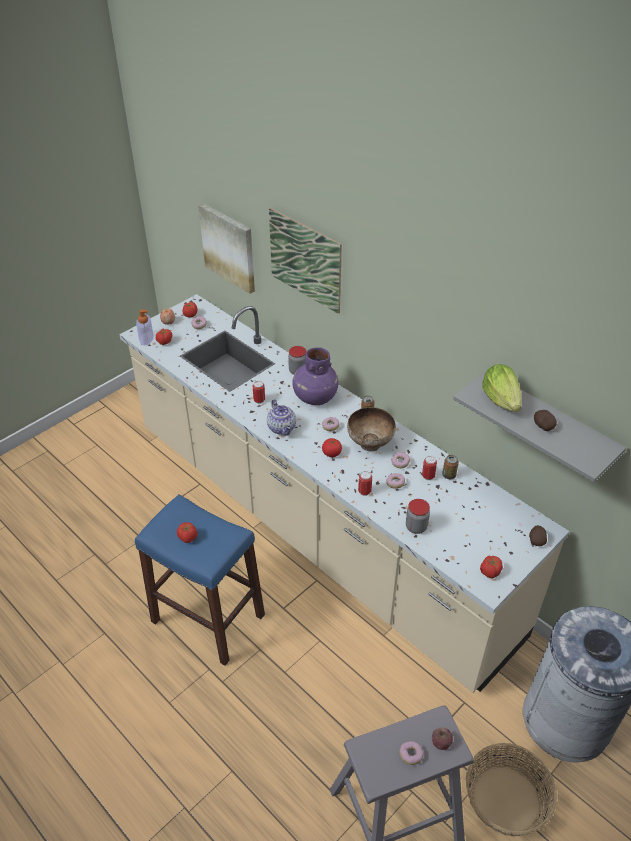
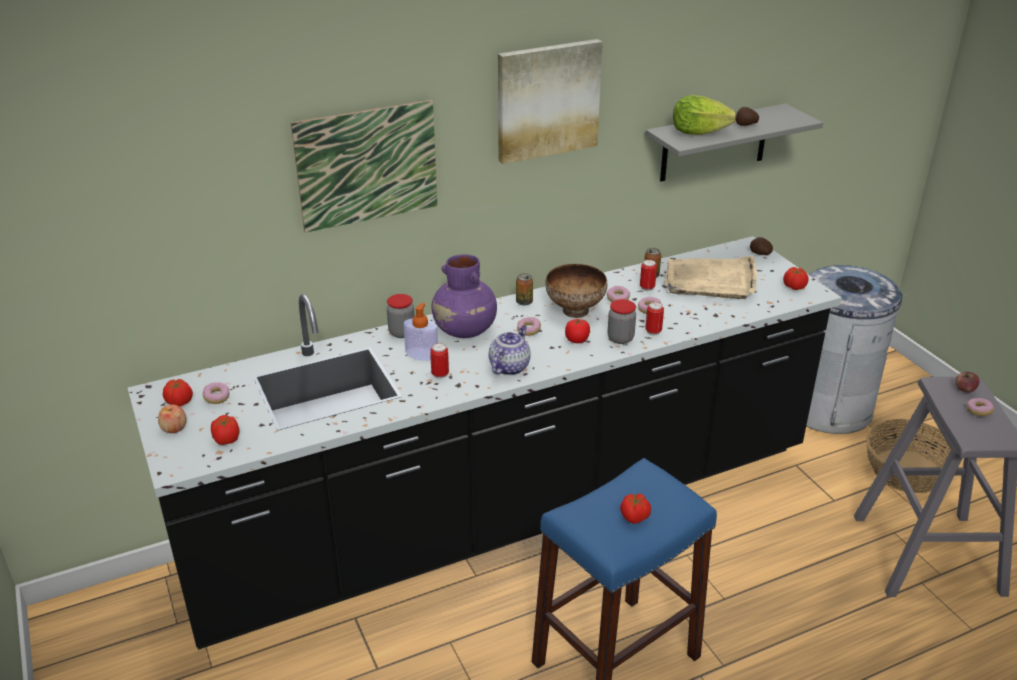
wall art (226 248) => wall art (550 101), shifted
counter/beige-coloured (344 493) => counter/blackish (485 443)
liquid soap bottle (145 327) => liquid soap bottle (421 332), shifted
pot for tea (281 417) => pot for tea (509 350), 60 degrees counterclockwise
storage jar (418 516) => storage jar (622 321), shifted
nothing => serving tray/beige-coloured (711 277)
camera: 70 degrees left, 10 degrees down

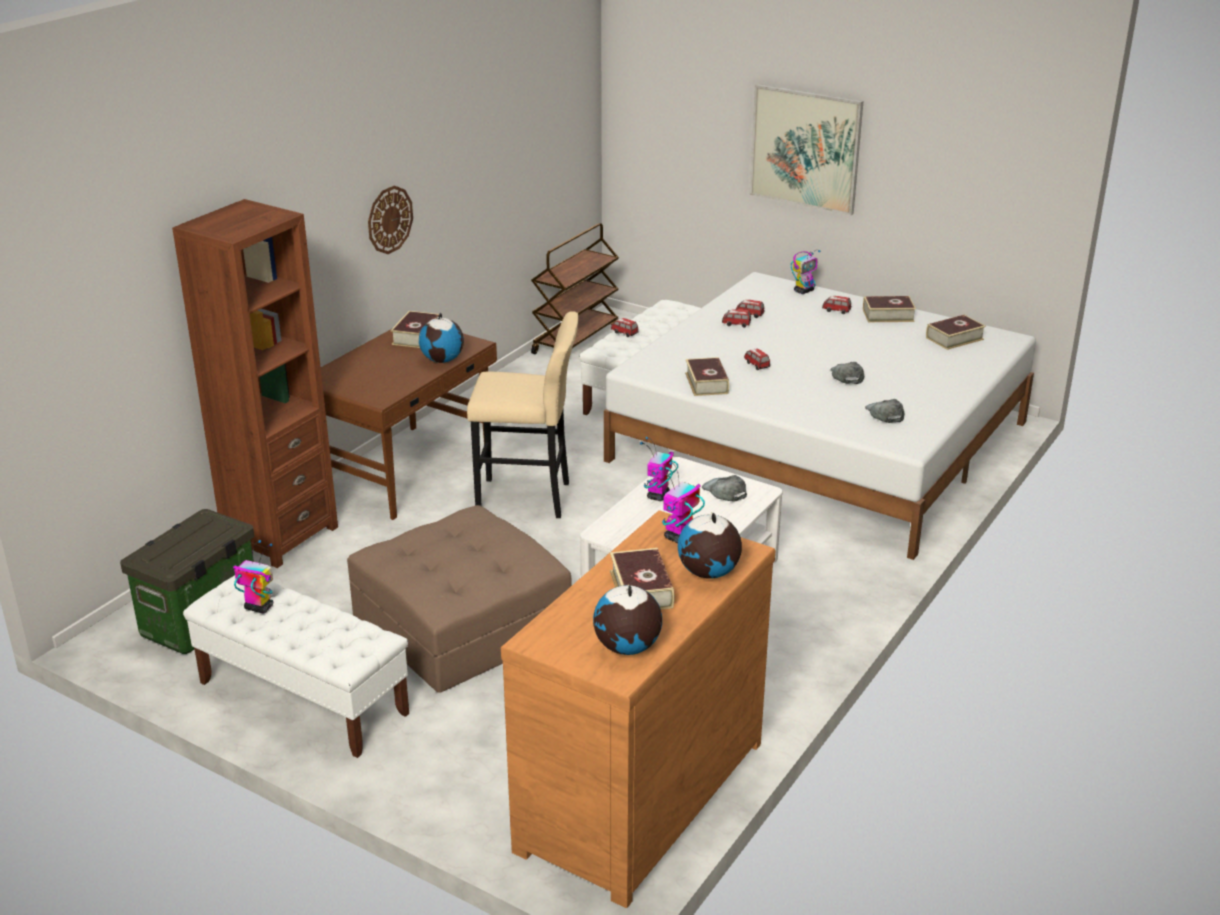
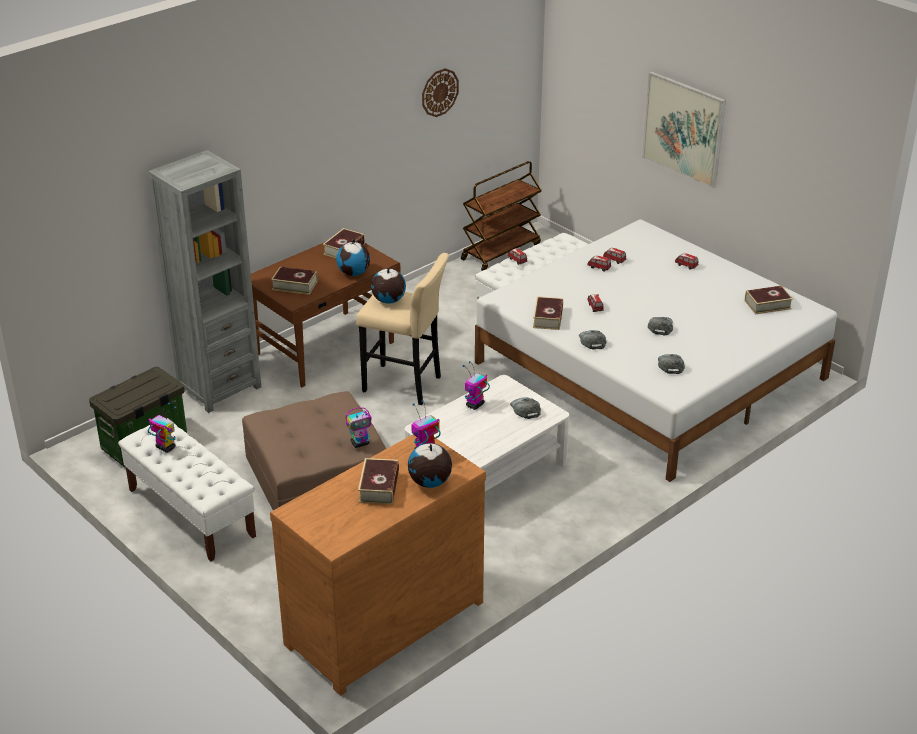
hanging clock (390 220) => hanging clock (440 92), shifted
bookcase/brown-coloured (255 383) => bookcase/grey (204 281)
model robot (806 272) => model robot (359 427), shifted
bound book (889 309) => bound book (294 280), shifted
world globe (627 619) => world globe (388 286), shifted
nothing => cap/grey (592 339)
camera: 15 degrees right, 5 degrees up

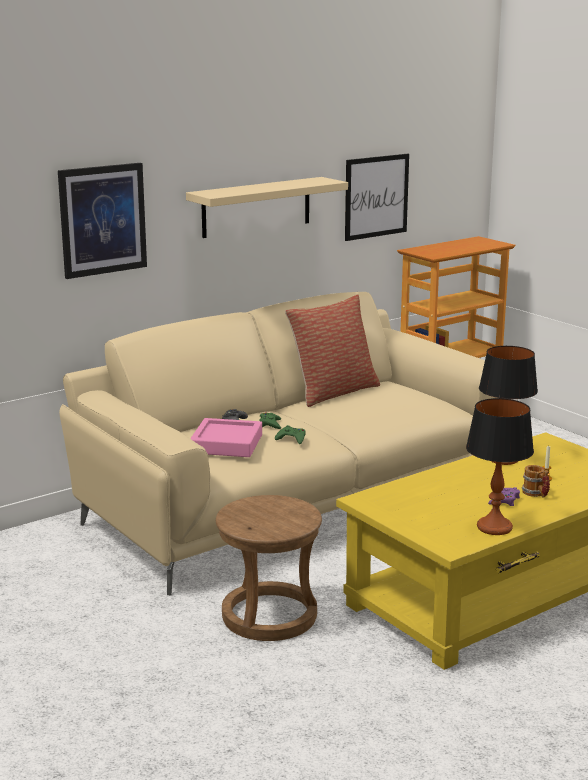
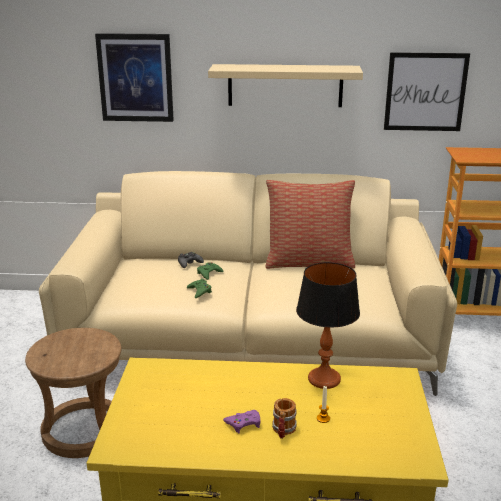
lamp for a table (500 466) => nothing
serving tray/pink (226 437) => nothing
camera: 40 degrees right, 5 degrees up

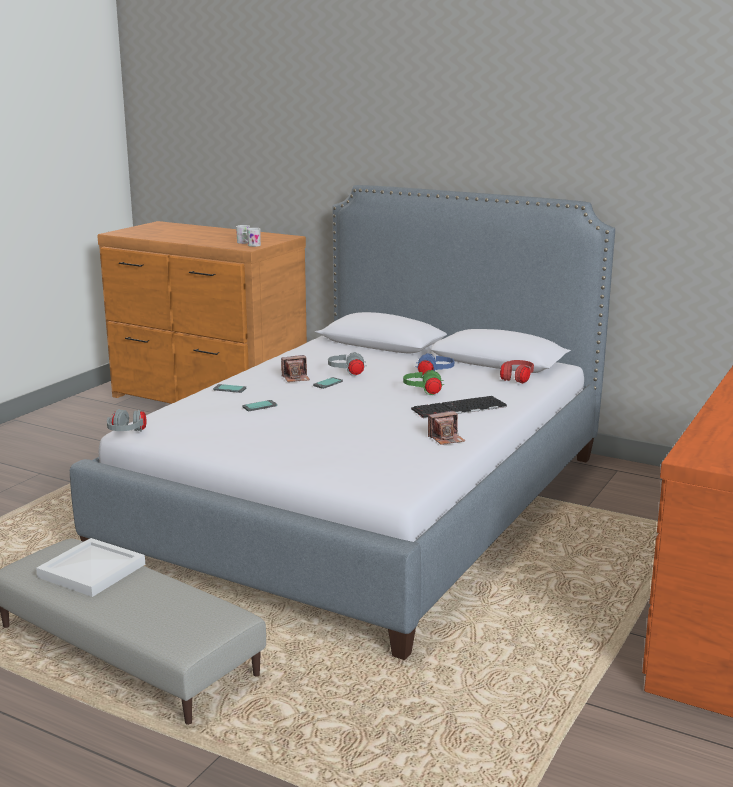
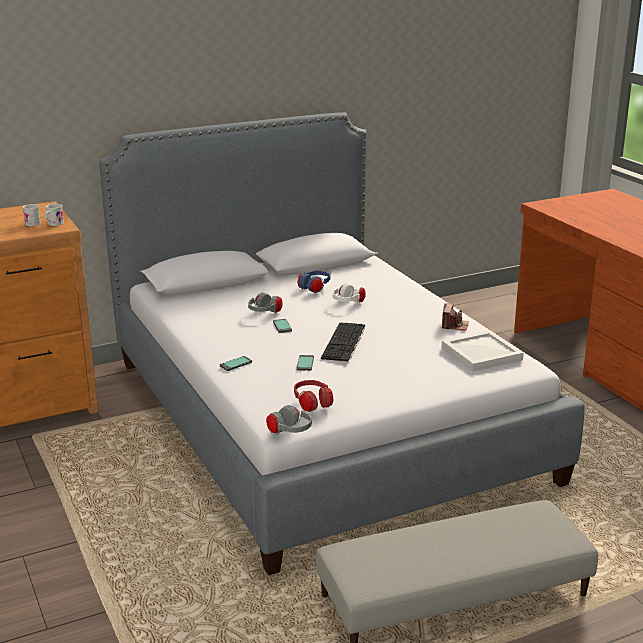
still camera (295 368) => nothing
pair of headphones/red (517 372) => pair of headphones/red (313 396), shifted
pair of headphones/green-coloured (423 382) => pair of headphones/whitish (349 293)
computer keyboard (459 407) => computer keyboard (343 342), shifted
serving tray/whitish (90 567) => serving tray/whitish (483 351), shifted
camera: 55 degrees left, 5 degrees up

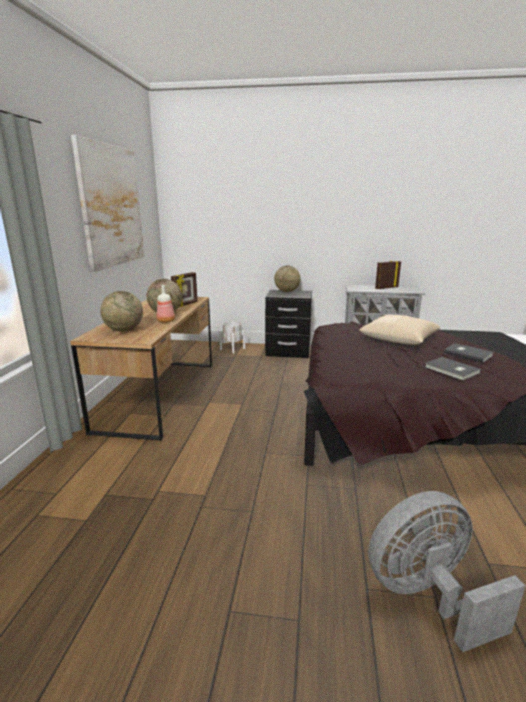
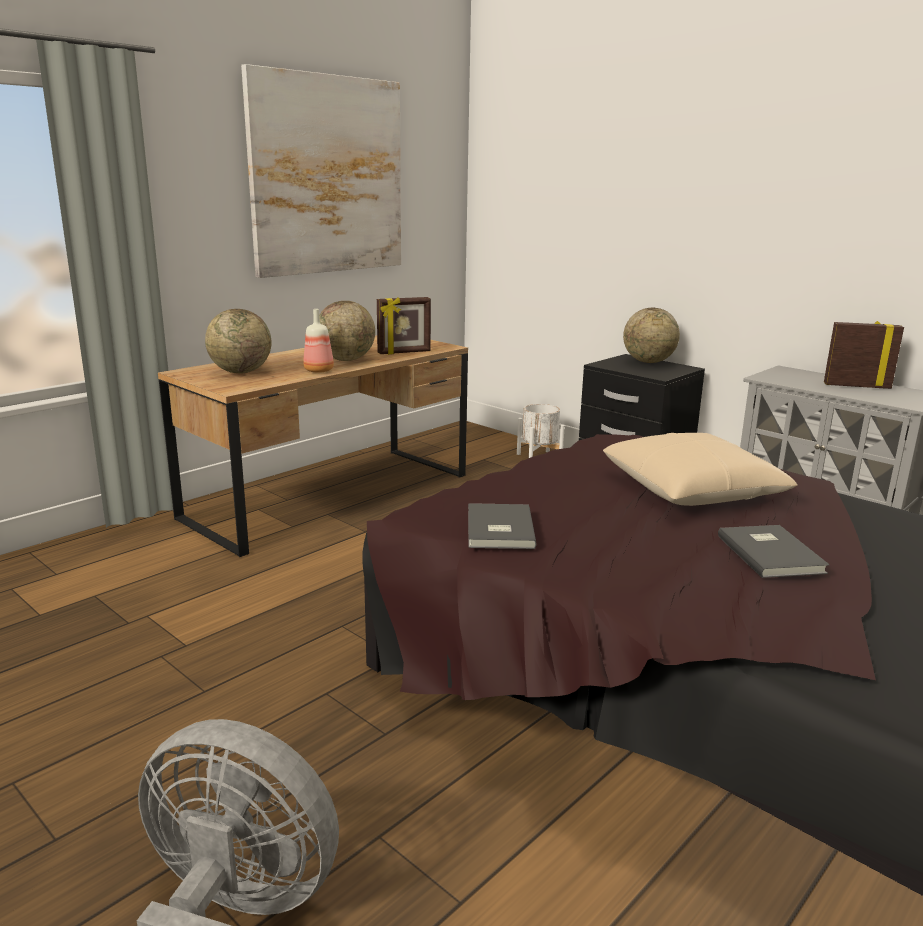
bound book/grey (453 368) => bound book/grey (502 526), shifted
camera: 35 degrees right, 0 degrees up

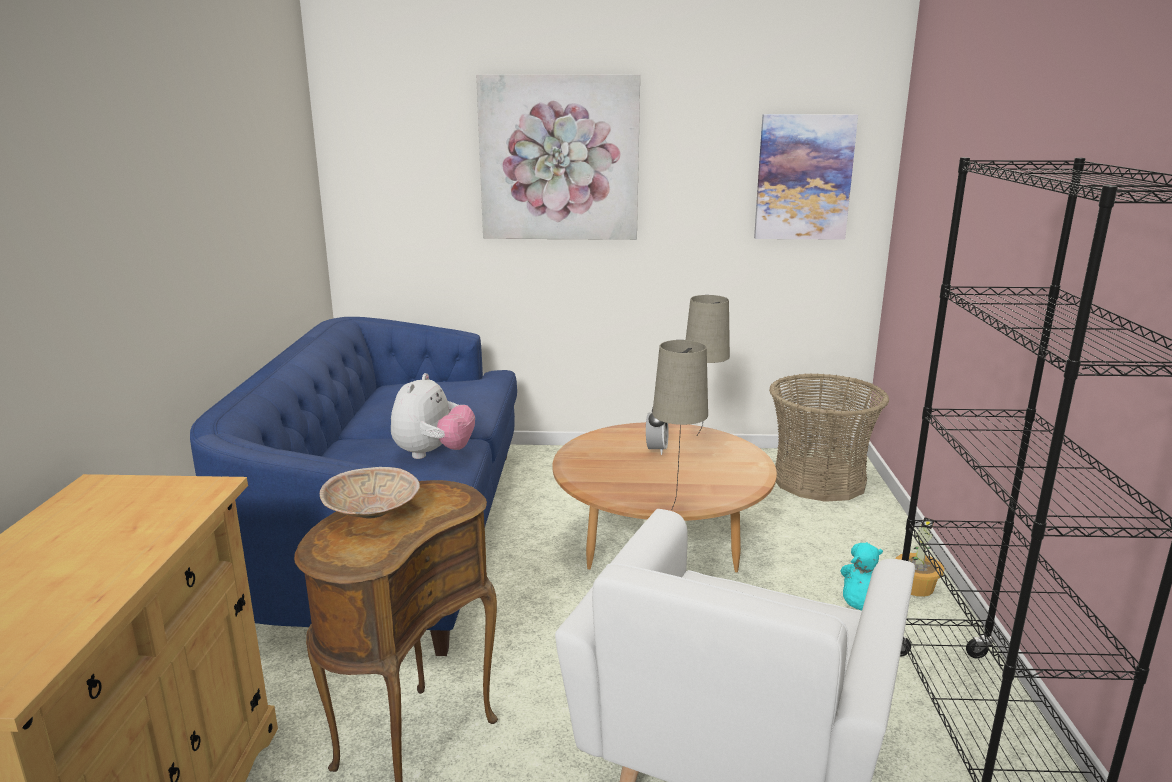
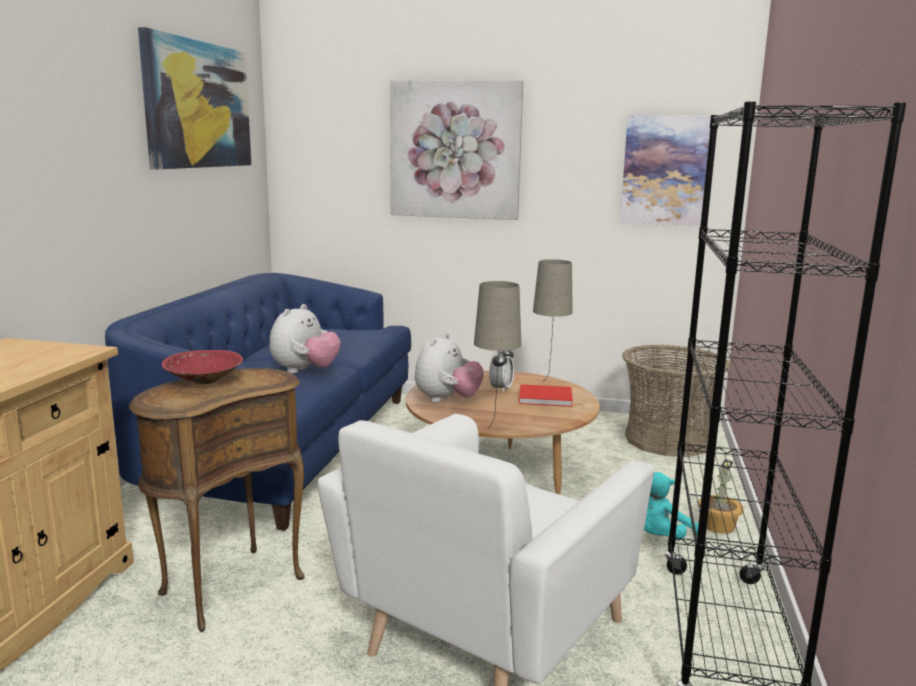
serving bowl/beige-coloured (370 493) => serving bowl/red (202 367)
nothing => wall art (194 98)
nothing => cuddly toy (449 368)
nothing => bound book/red (546 395)
camera: 10 degrees right, 5 degrees down

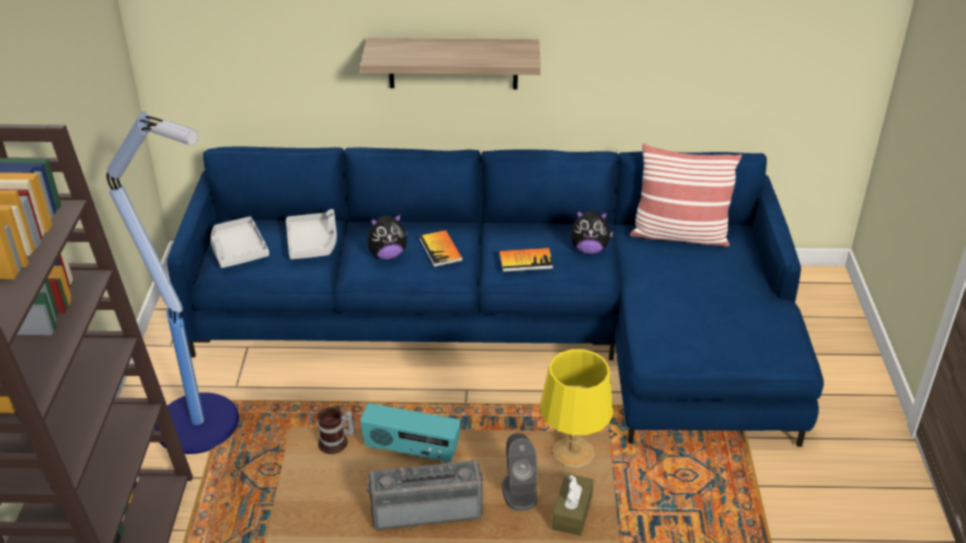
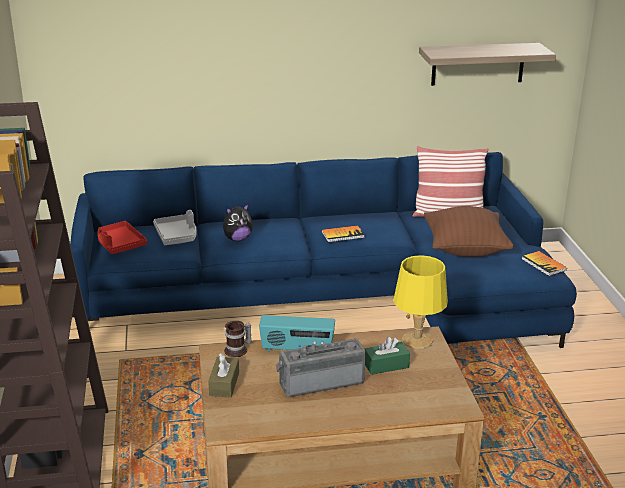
wall shelf (450 63) => wall shelf (487 64), shifted
standing lamp (173 283) => nothing
cuddly toy (592 232) => nothing
serving tray/grey (240 242) => serving tray/red (122 237)
bound book (441 248) => bound book (544 263), shifted
speaker/grey (520 472) => tissue box/green-coloured (387 356)
tissue box/brown-coloured (573 504) => tissue box/brown-coloured (223 375), shifted
nothing => cushion/brown-coloured (469 231)
camera: 10 degrees left, 10 degrees down

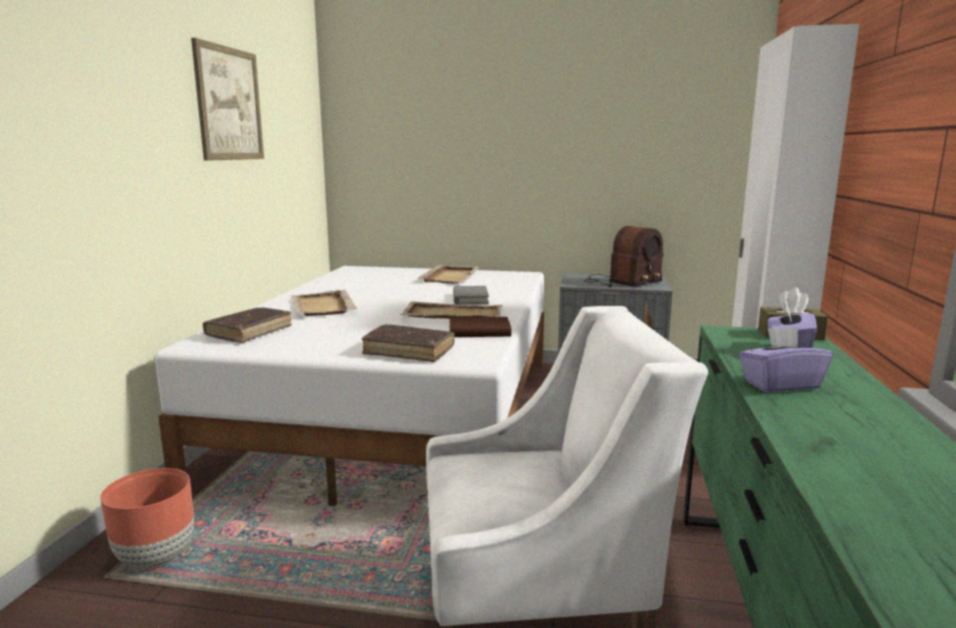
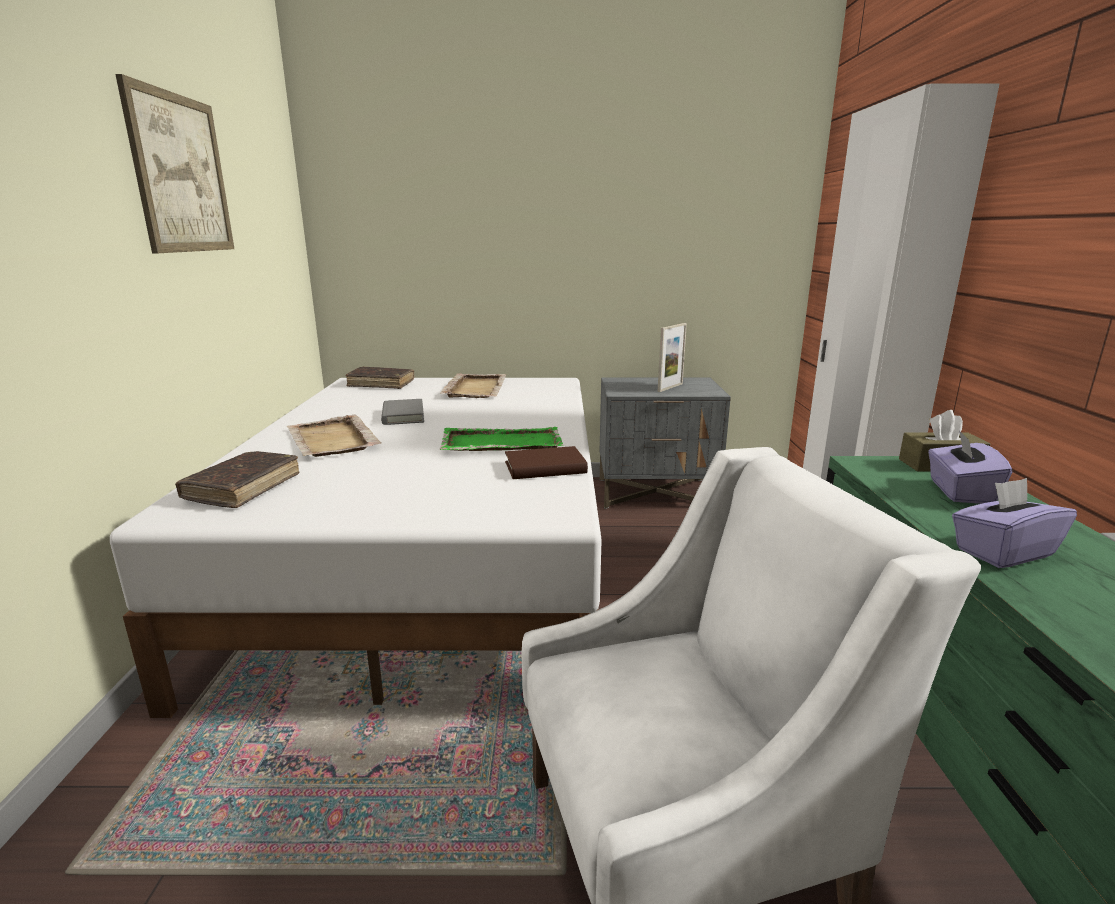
radio (624 256) => photo frame (672 357)
bound book/grey (471 295) => bound book/grey (402 412), shifted
serving tray/beige-coloured (451 310) => serving tray/green-coloured (502 439)
bound book/brown-coloured (408 343) => bound book/brown-coloured (380 377), shifted
flower pot/brown-coloured (147 518) => nothing
camera: 10 degrees left, 5 degrees up

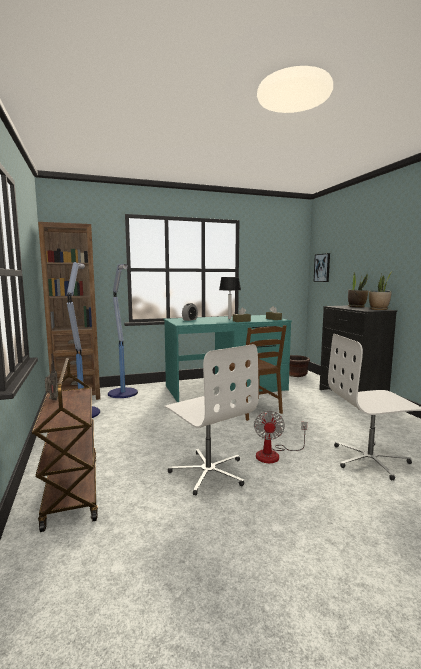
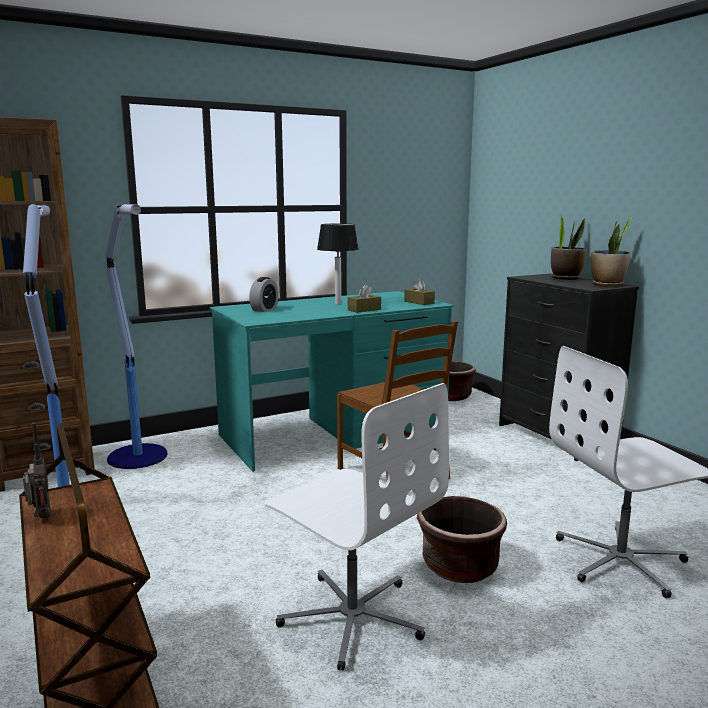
wall art (322 267) => nothing
electric fan (280 437) => flower pot/brown-coloured (462 539)
camera: 10 degrees left, 5 degrees up

